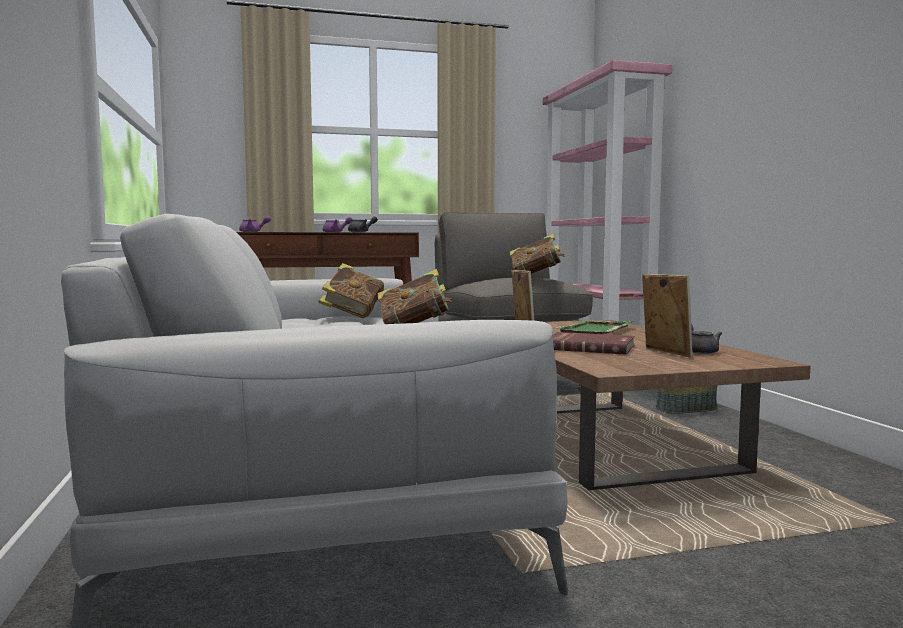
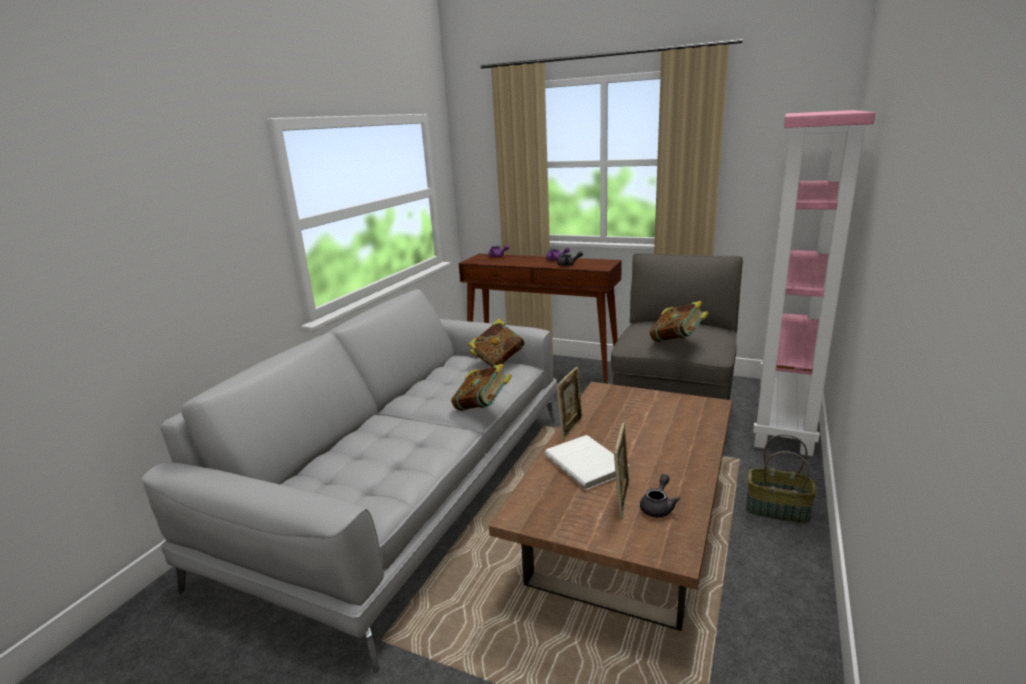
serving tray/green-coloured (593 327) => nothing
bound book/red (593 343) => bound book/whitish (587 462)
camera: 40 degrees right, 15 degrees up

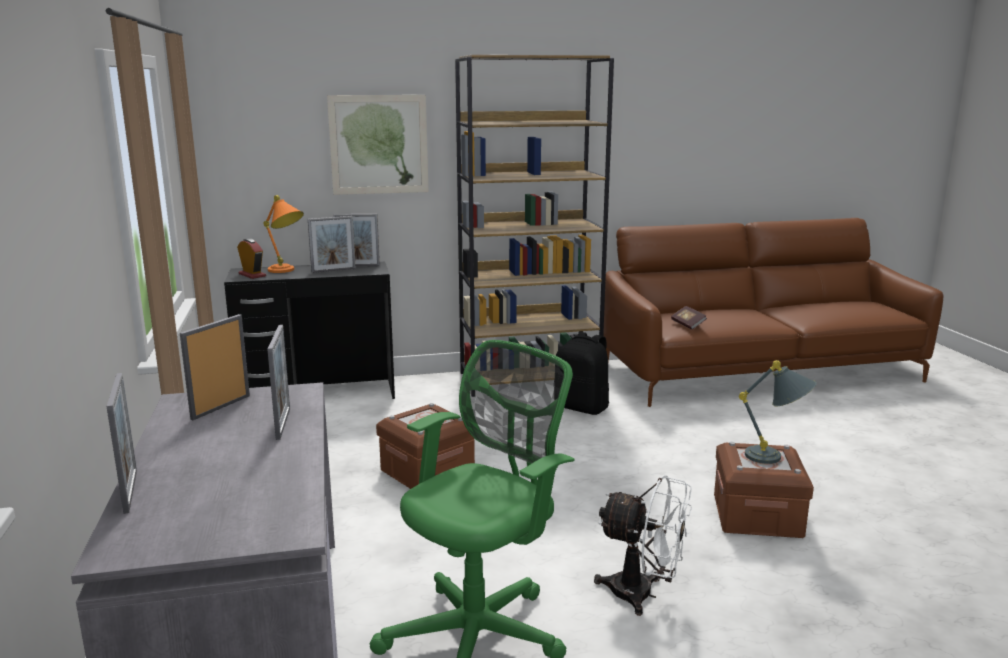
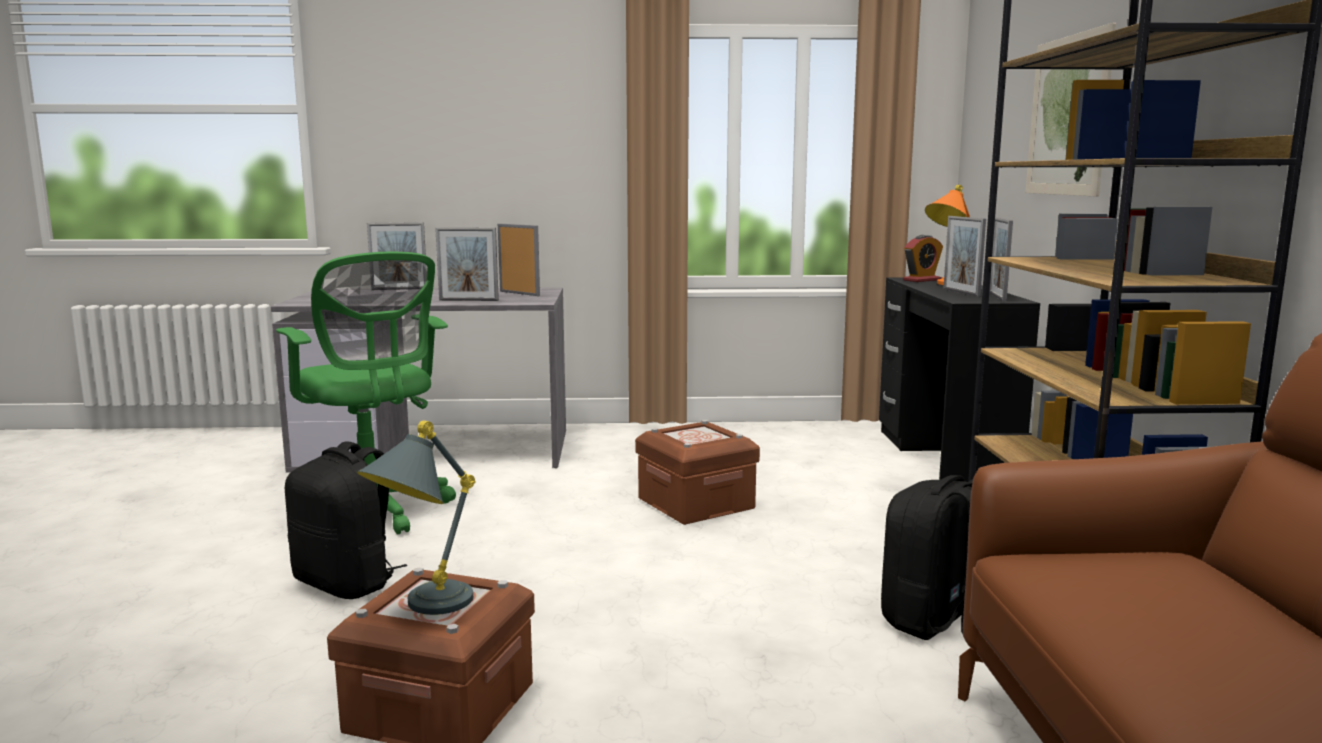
bound book (689 318) => nothing
electric fan/whitish (643 545) => rucksack/blackish (346 520)
camera: 100 degrees right, 5 degrees down

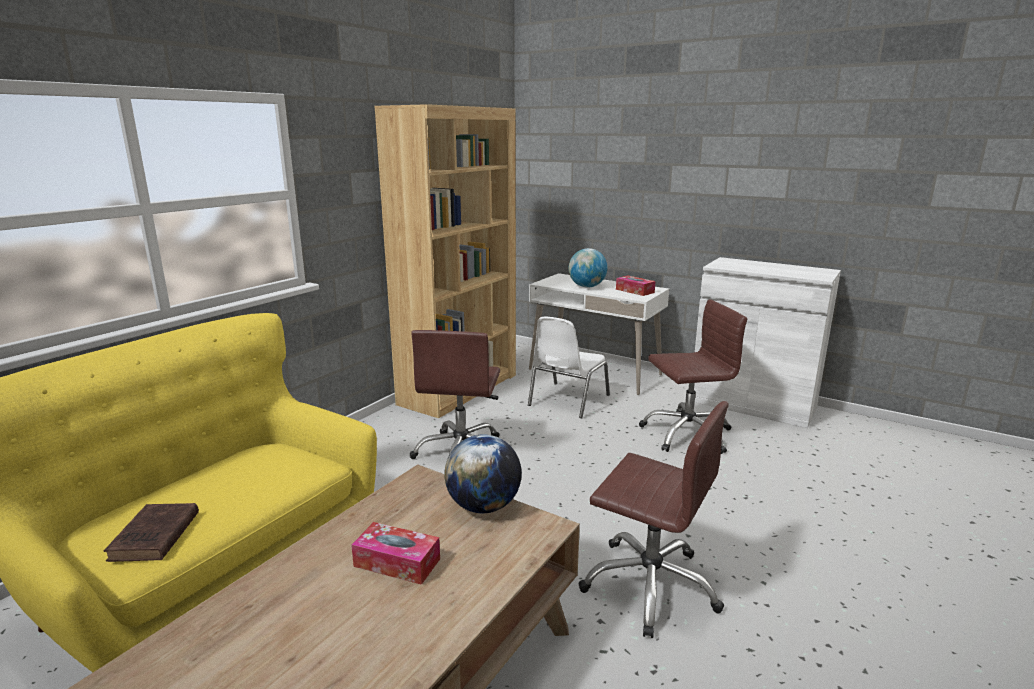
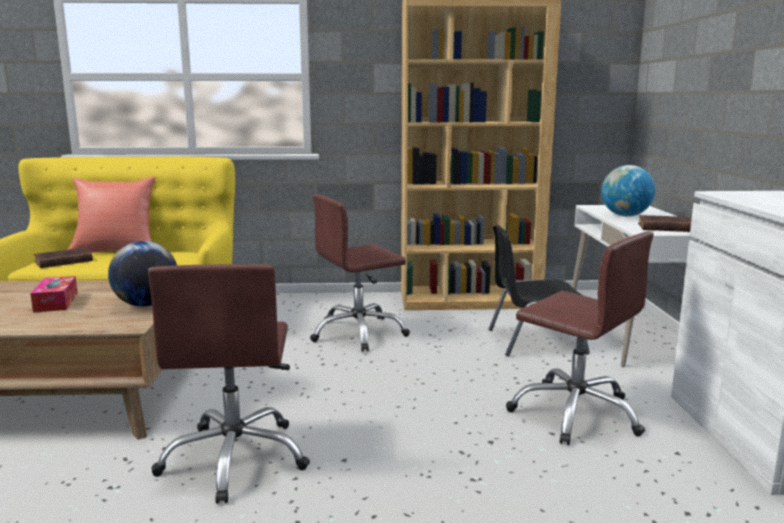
tissue box (636 285) => bound book/brown-coloured (665 223)
chair/whitish (569 367) => chair/blackish (539 290)
nothing => cushion/red (111 214)
camera: 55 degrees right, 5 degrees down

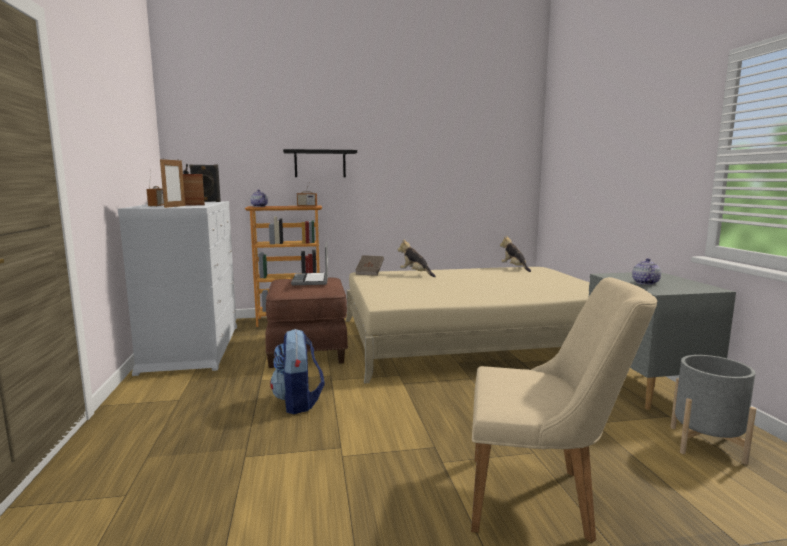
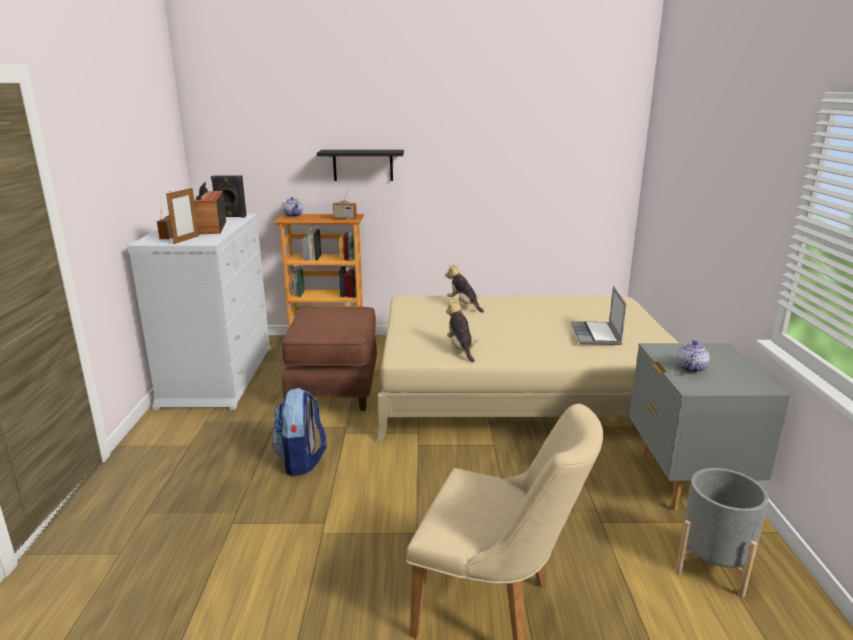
cuddly toy (515 254) => cuddly toy (462 330), shifted
laptop (309 263) => laptop (598 315), shifted
bound book/brown-coloured (369 265) => nothing
camera: 10 degrees right, 10 degrees up

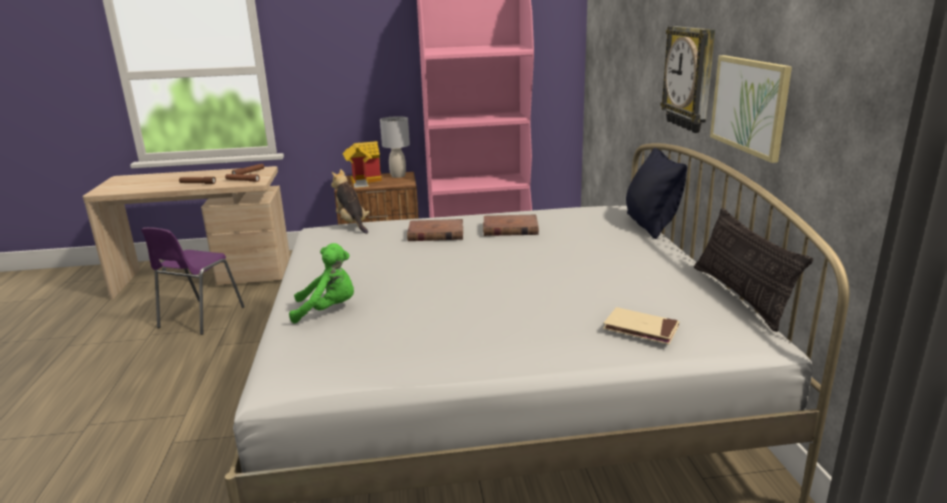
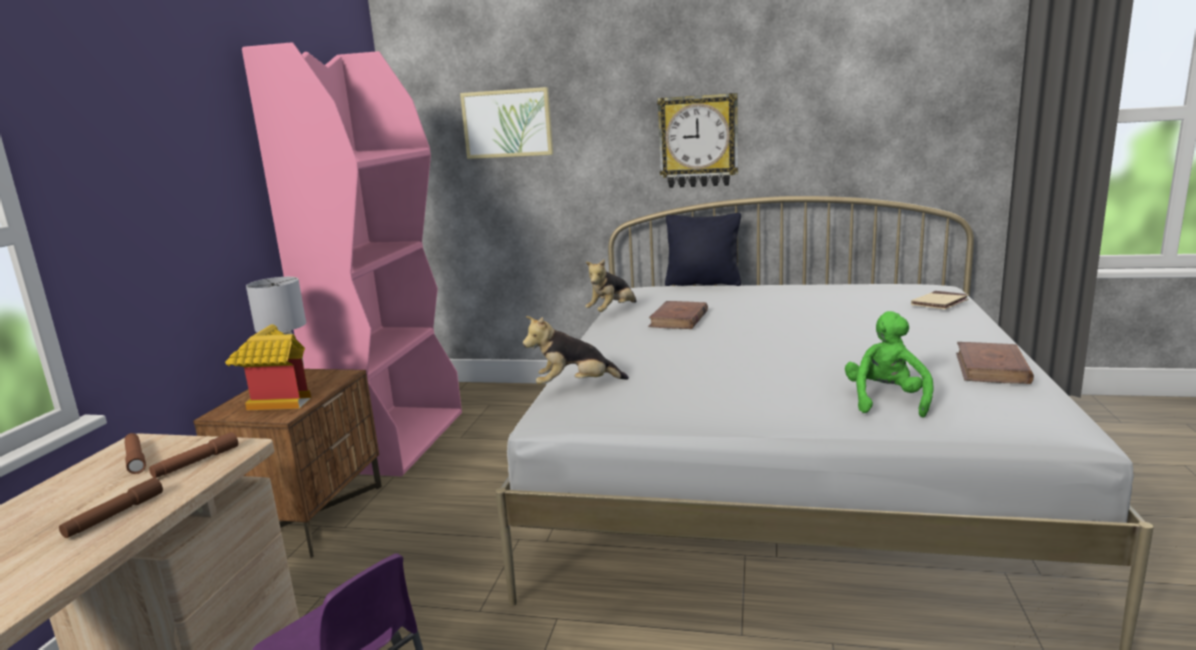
wall art (751 109) => wall art (506 123), shifted
cushion (753 269) => nothing
bound book/brown-coloured (435 230) => bound book/brown-coloured (995 363), shifted
nothing => cuddly toy (611 285)
camera: 70 degrees left, 5 degrees down

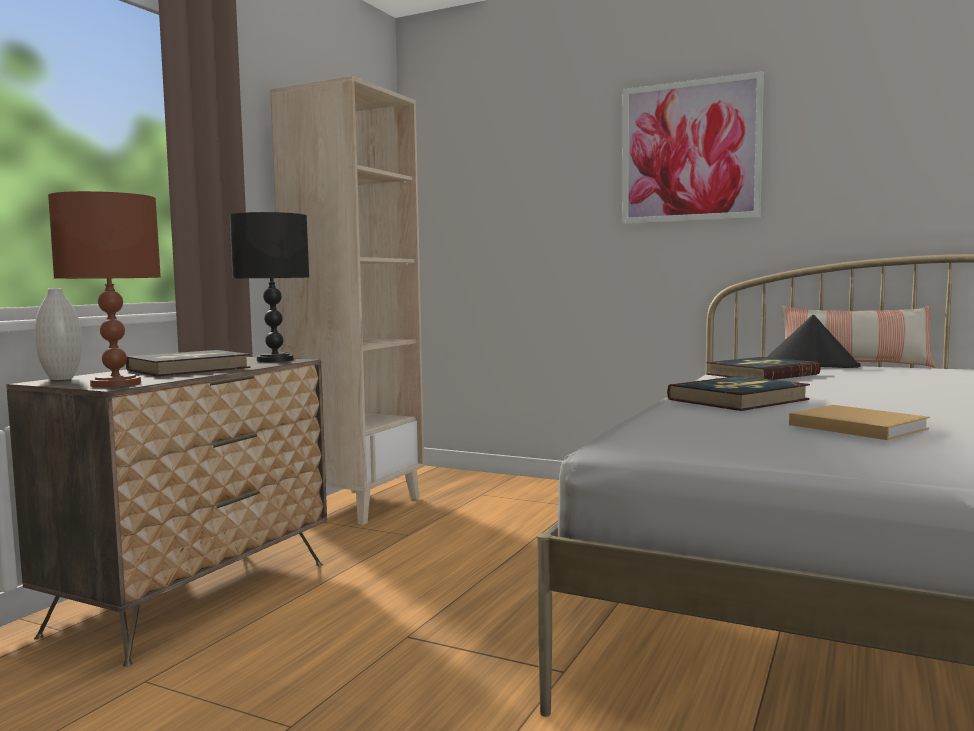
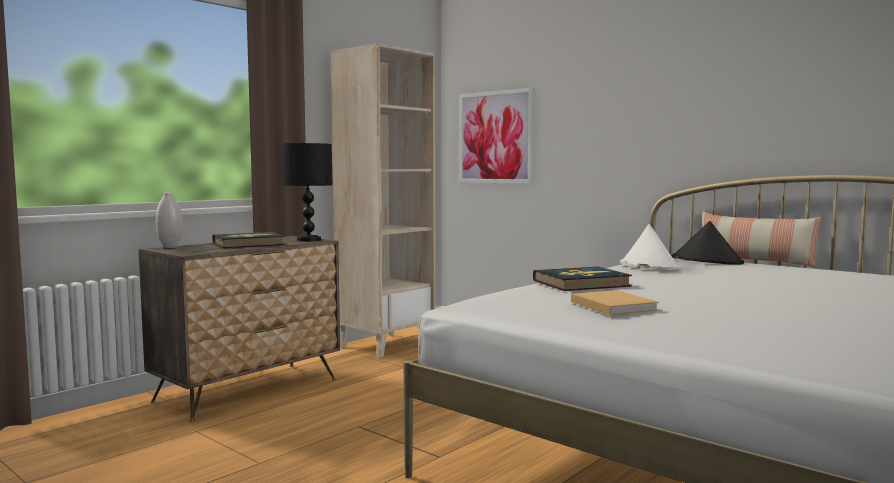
wall art (693 147) => wall art (496 136), shifted
lamp for a table/brown-coloured (104 289) => nothing
bound book (763 368) => clothing hat/whitish (650 247)
camera: 15 degrees right, 0 degrees up

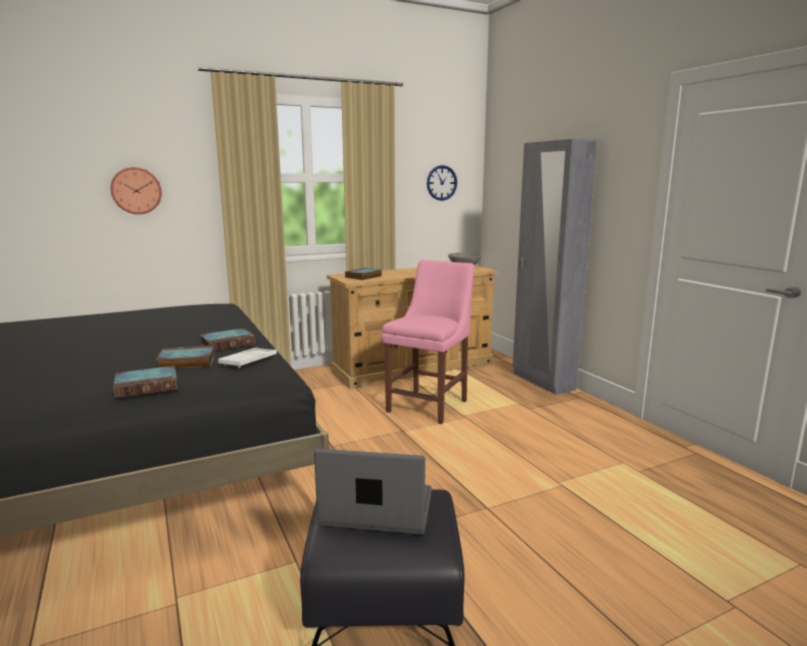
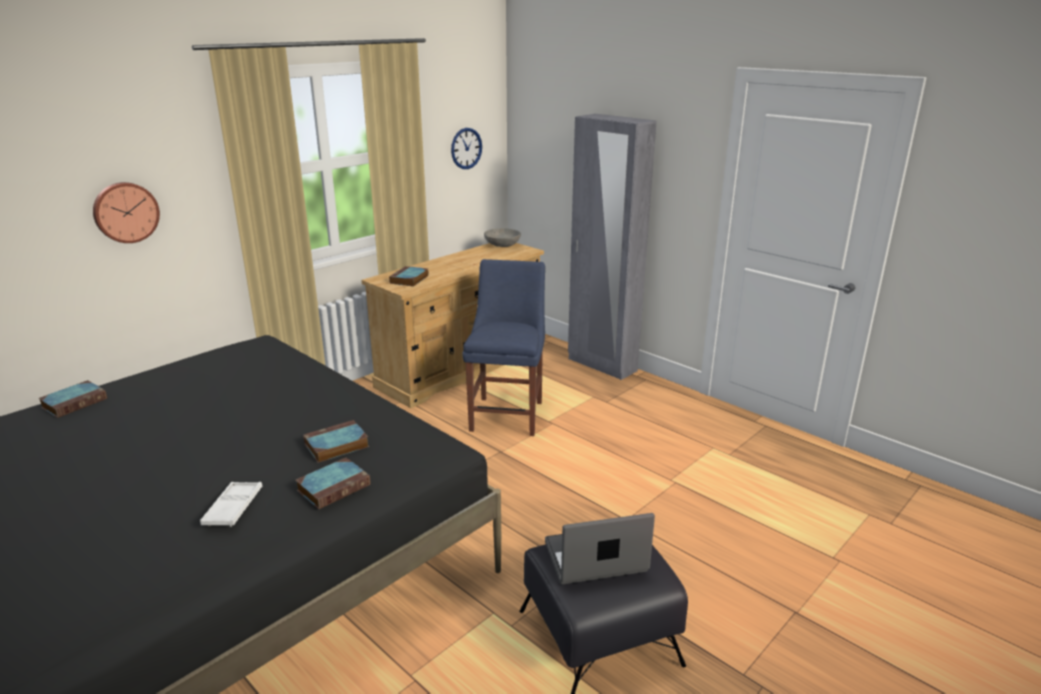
chair/pink (428 342) => chair/blue-coloured (503 347)
bound book (227 339) => bound book (72 399), shifted
serving tray/whitish (247 357) => serving tray/whitish (231 504), shifted
camera: 20 degrees left, 10 degrees up

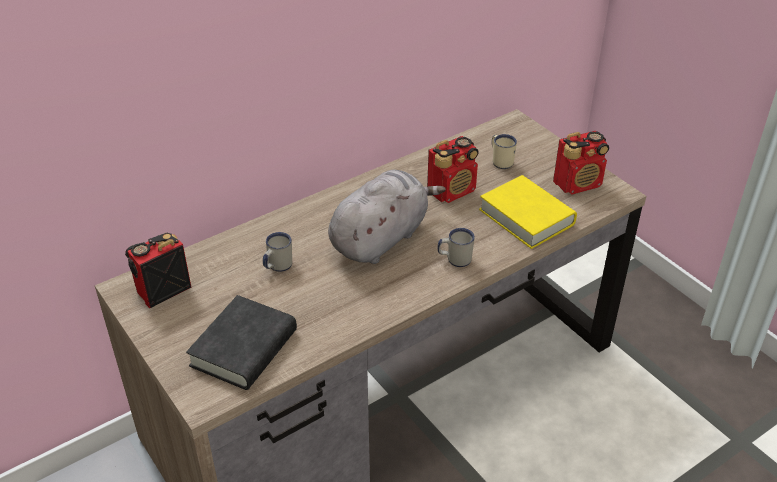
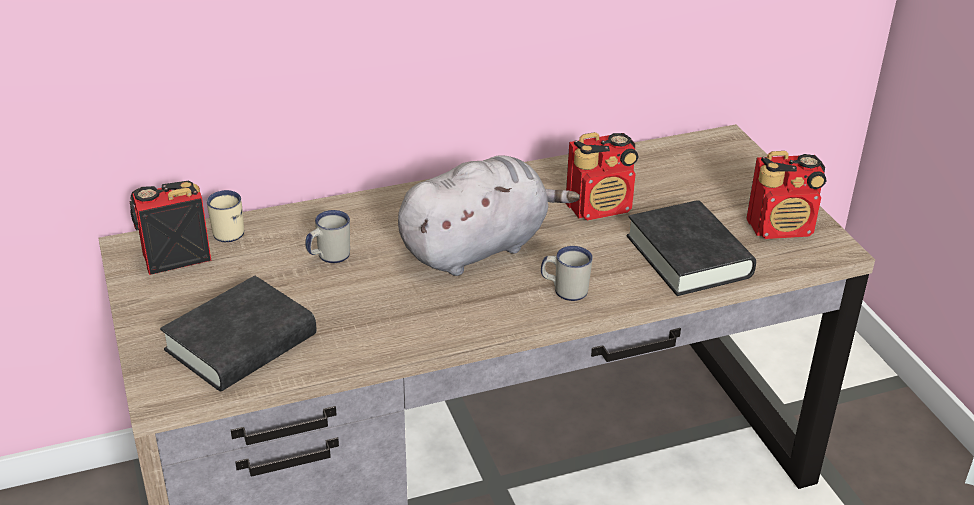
coffee mug/beige-coloured (504 151) => coffee mug/beige-coloured (225 216), shifted
bound book/yellow (528 212) => bound book/blackish (691 248)
camera: 15 degrees right, 5 degrees down

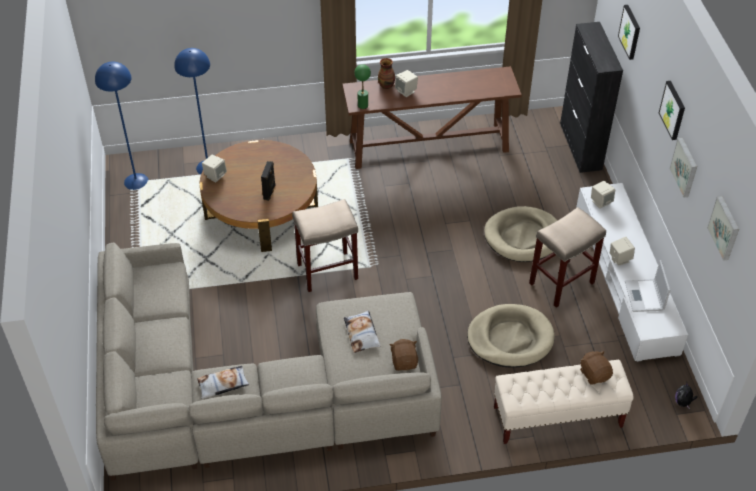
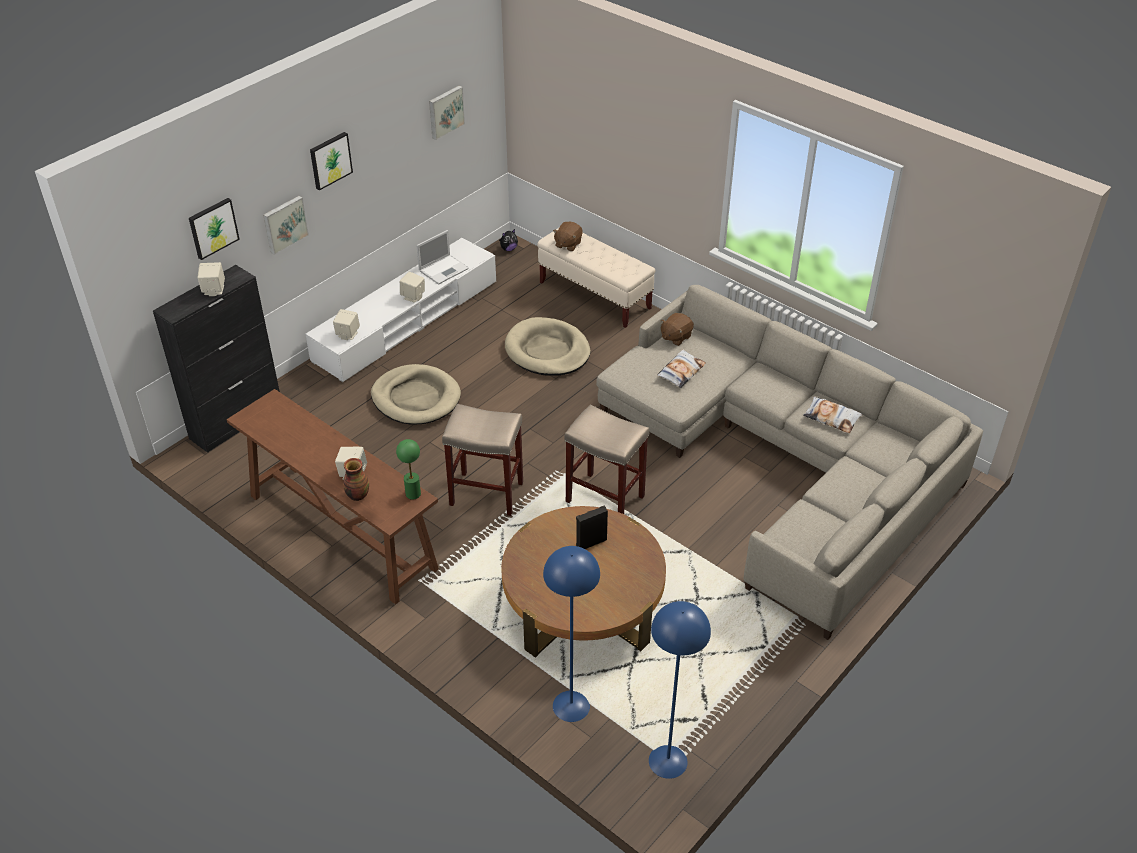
wall art (683 167) => wall art (286 225), shifted
speaker/beige-coloured (214 169) => speaker/beige-coloured (211 279), shifted
stool/beige-coloured (567 257) => stool/beige-coloured (482 460), shifted
camera: 130 degrees left, 5 degrees down

